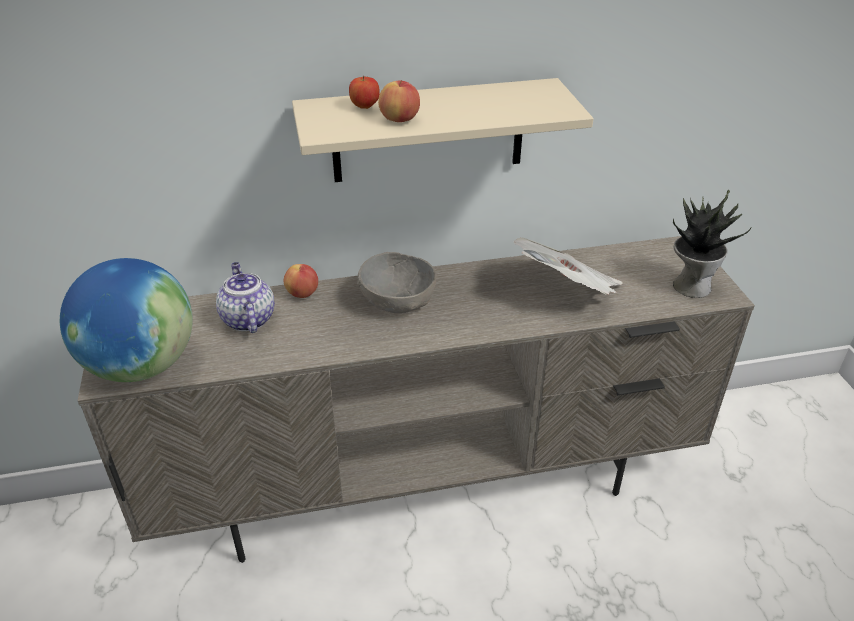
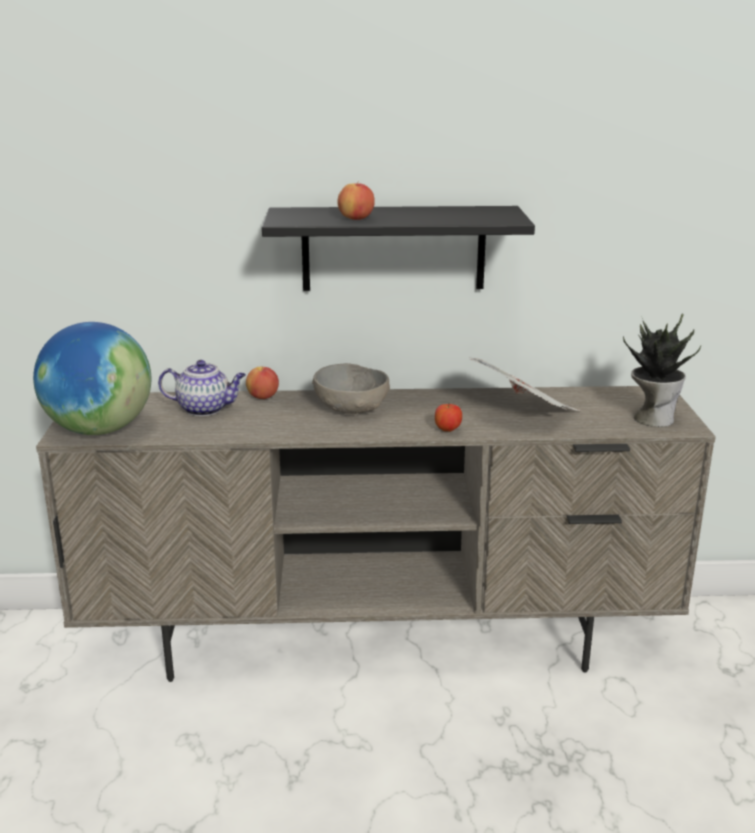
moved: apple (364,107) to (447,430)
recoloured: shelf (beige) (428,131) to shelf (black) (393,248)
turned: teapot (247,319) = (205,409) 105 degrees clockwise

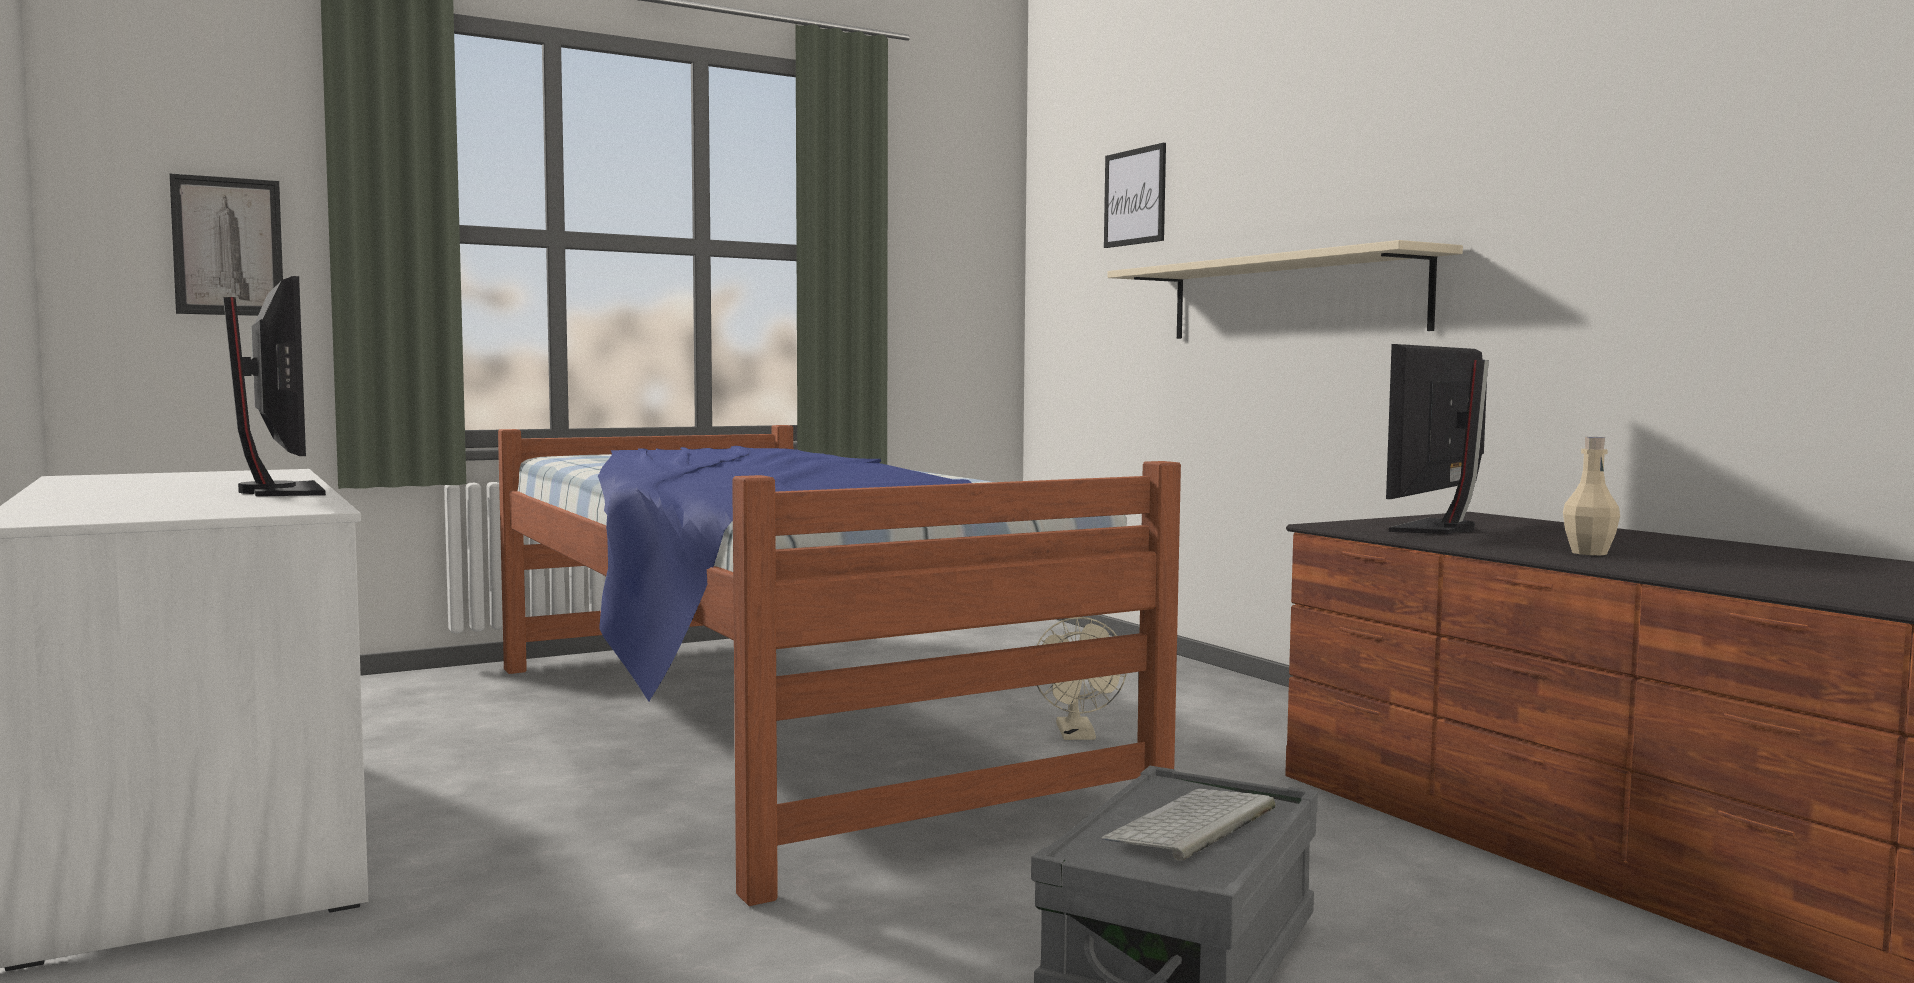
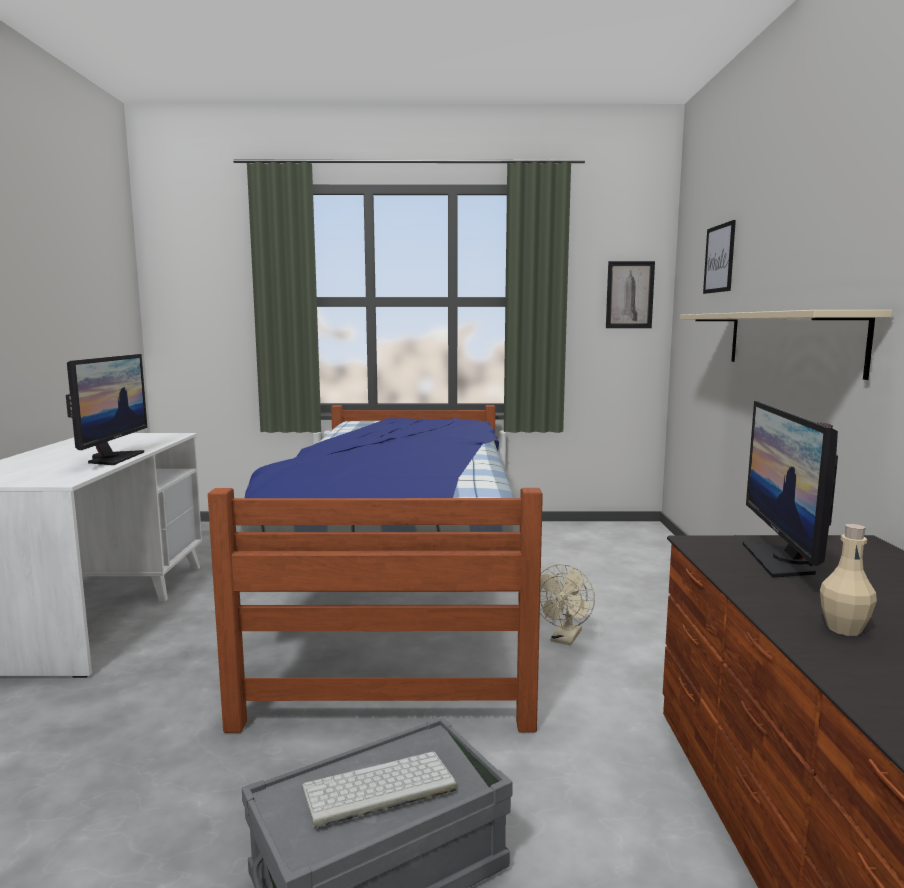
moved: picture (228,246) to (629,295)
turned: monitor (1439,528) = (782,561) 60 degrees counterclockwise

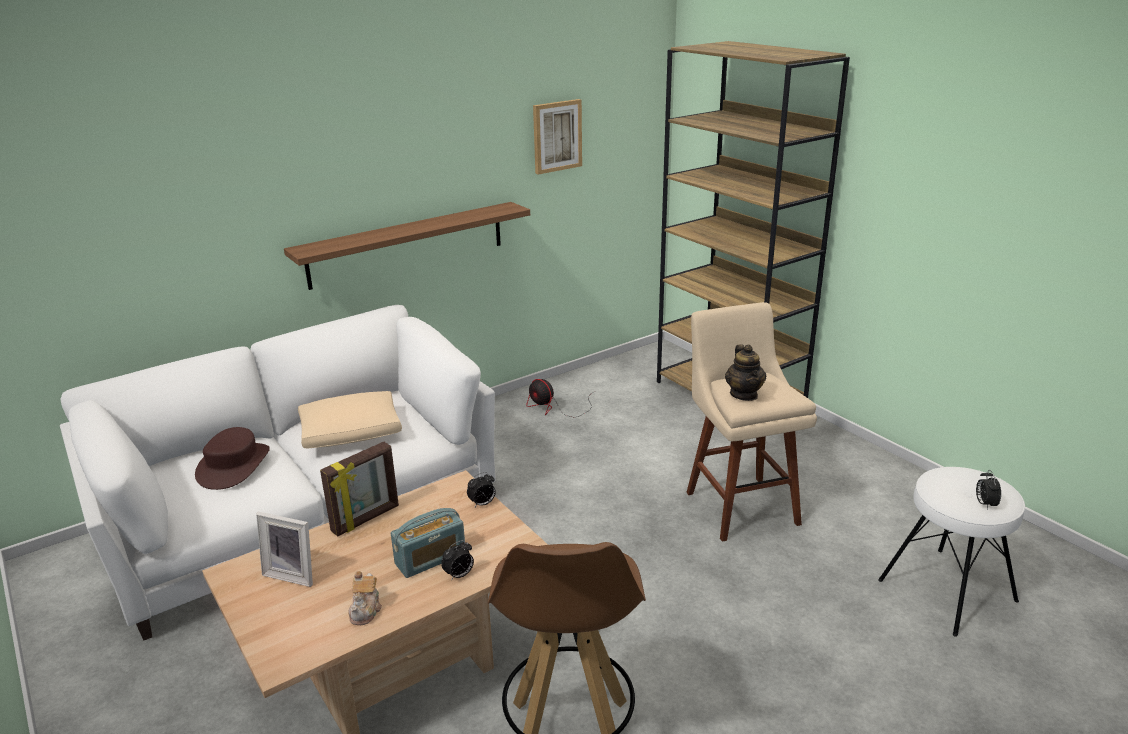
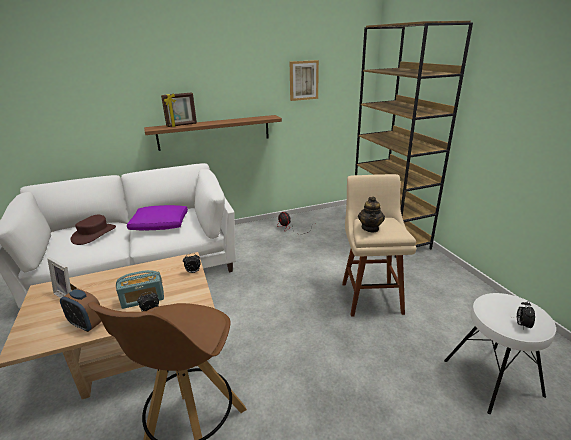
moved: picture frame (366,519) to (182,125)
replaced: teapot (366,610) to alarm clock (87,324)
recoloured: pillow (beige) (352,432) to pillow (purple) (160,225)

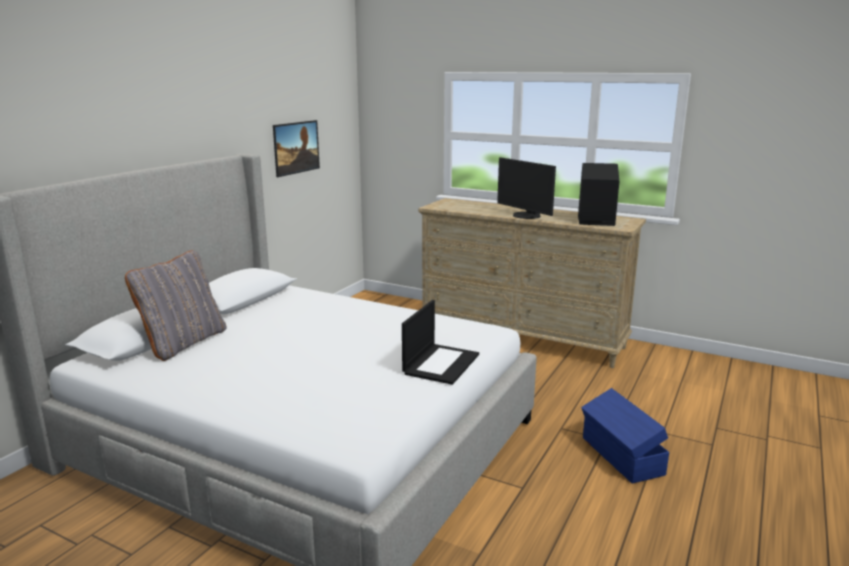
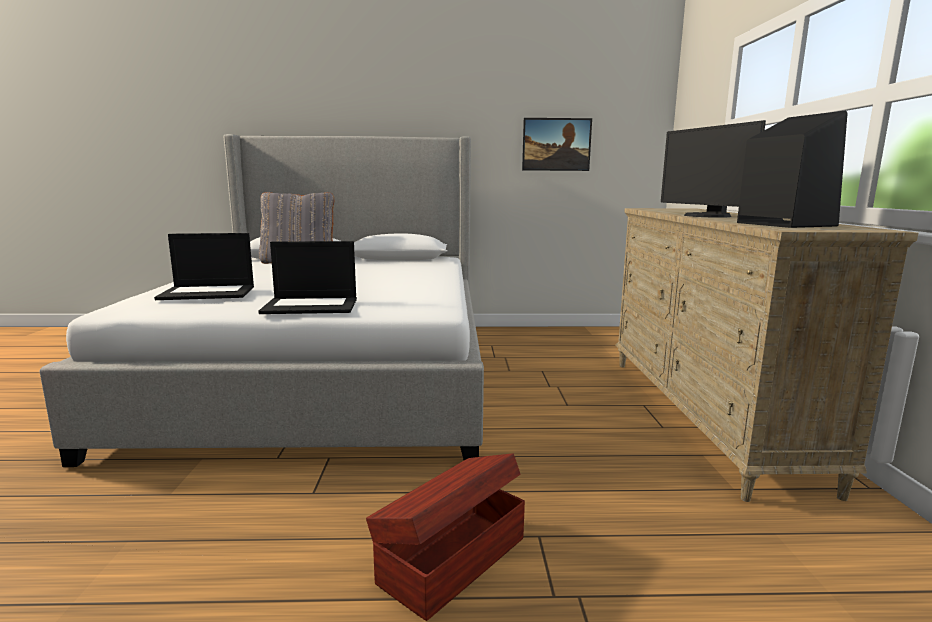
added: laptop (209,292)
recoloured: storage box (blue) (621,456) to storage box (brown) (450,559)
turned: monitor (525,216) = (705,216) 45 degrees counterclockwise

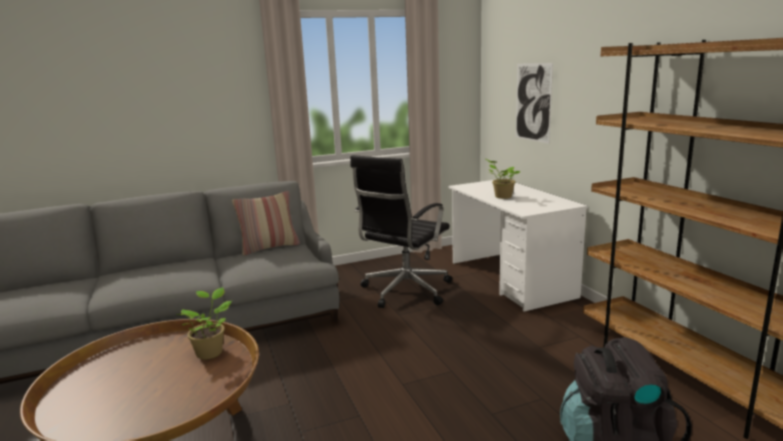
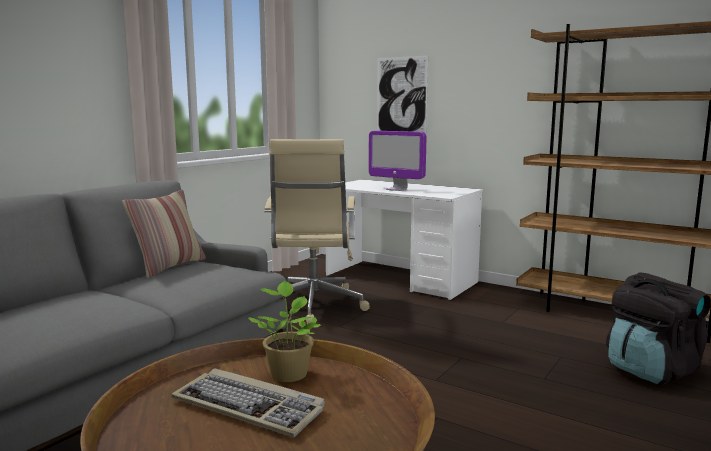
added: keyboard (250,406)
replaced: potted plant (502,196) to monitor (396,189)
recoloured: office chair (black) (404,291) to office chair (beige) (313,306)

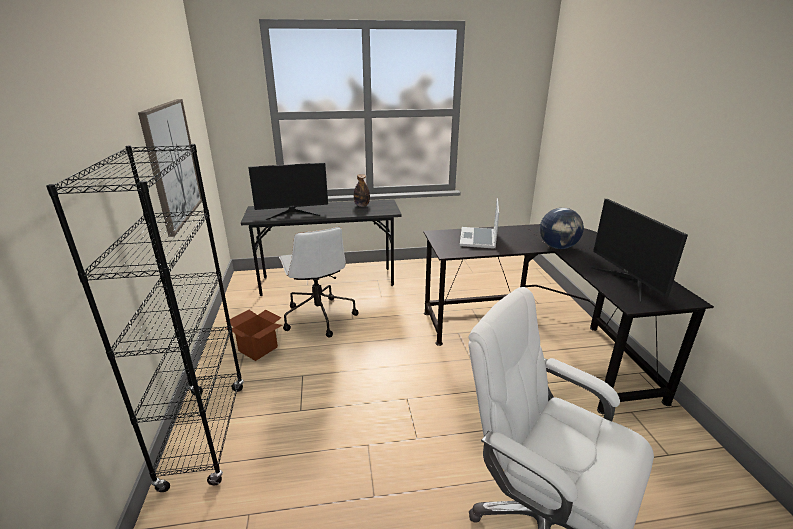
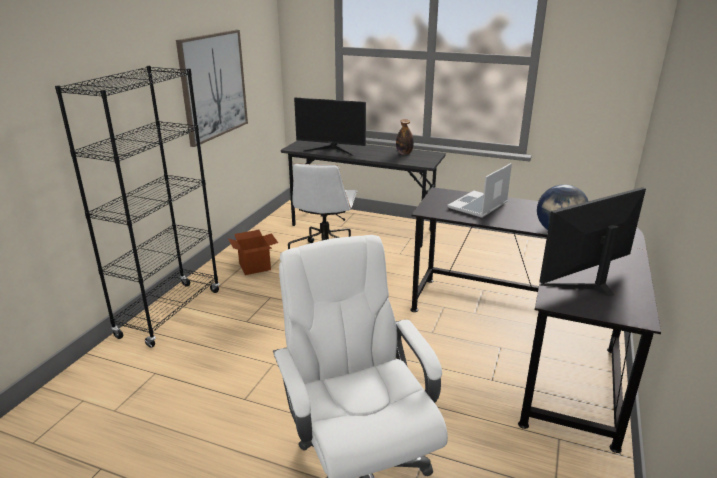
turned: monitor (628,282) = (588,282) 45 degrees clockwise

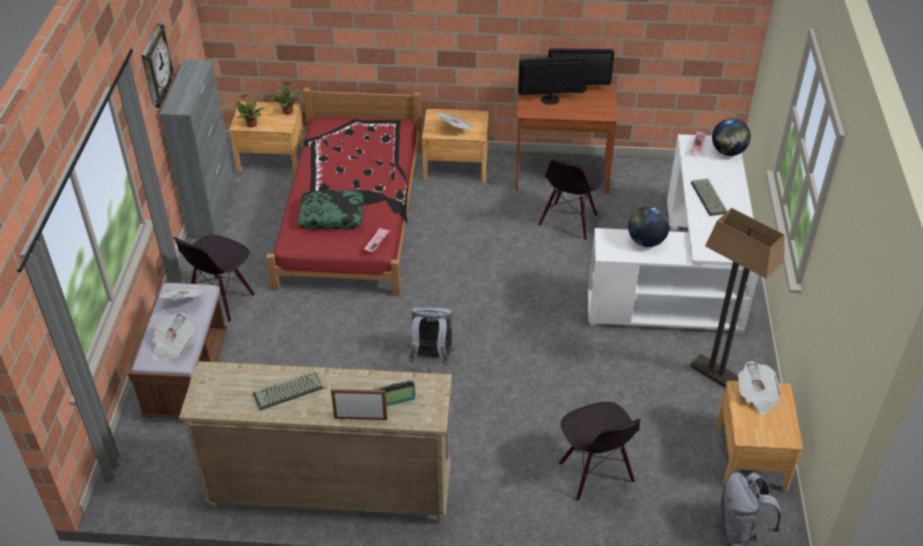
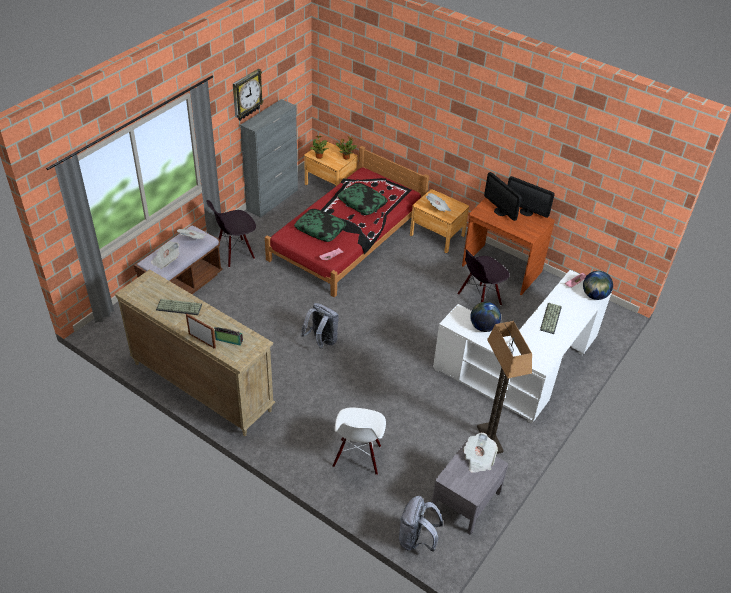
added: pillow (362,203)
recoloured: chair (black) (595,473) to chair (white) (358,457); nightstand (brown) (751,456) to nightstand (grey) (465,501)
turned: monitor (550,99) = (500,212) 150 degrees counterclockwise

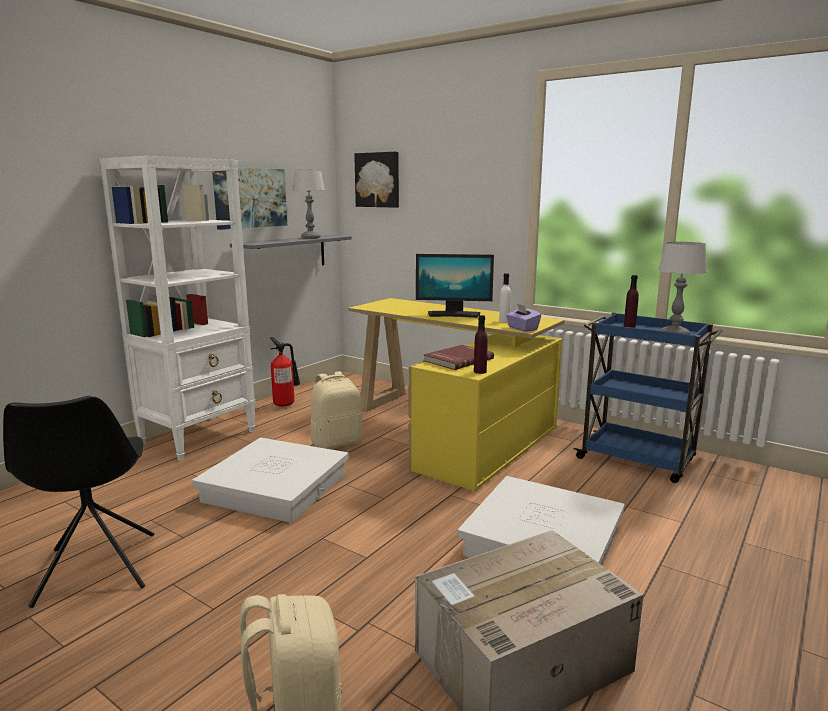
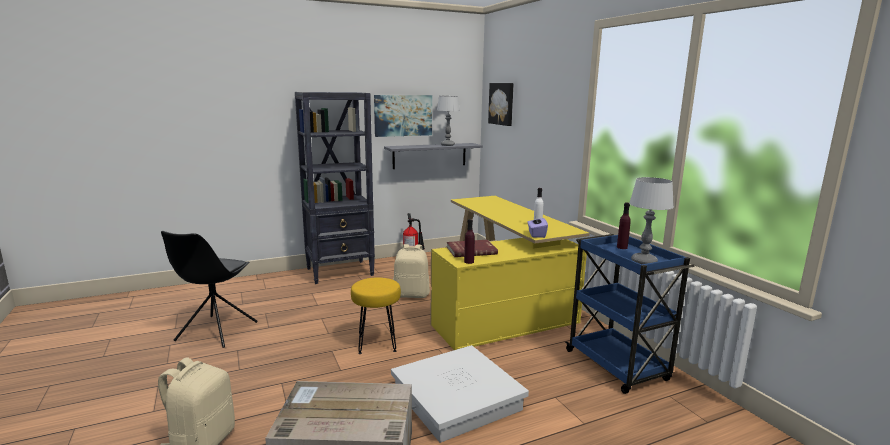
removed: storage box (white) (275,488); monitor (453,314)
added: stool (yellow) (376,343)
recoloured: bookcase (white) (199,437) to bookcase (black) (340,272)

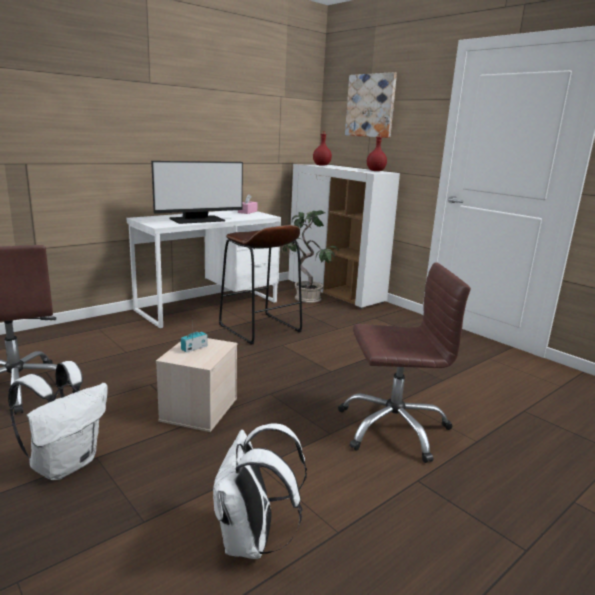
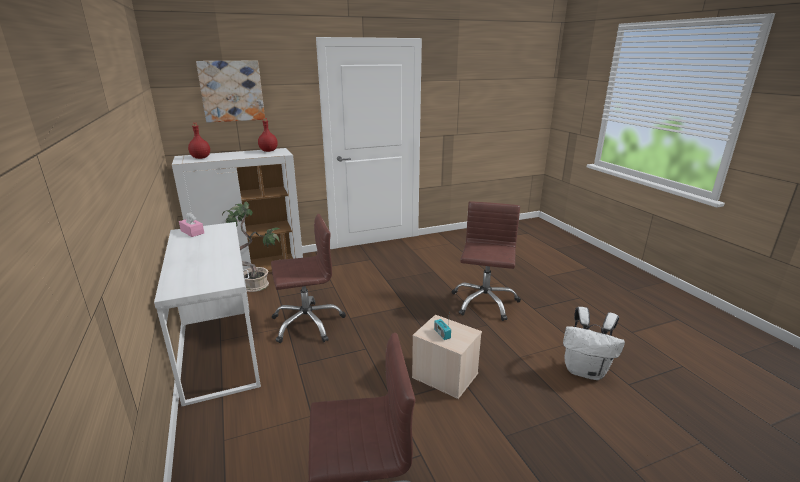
removed: backpack (white) (65,464); monitor (197,220)
replaced: stool (brown) (260,328) to office chair (brown) (307,323)

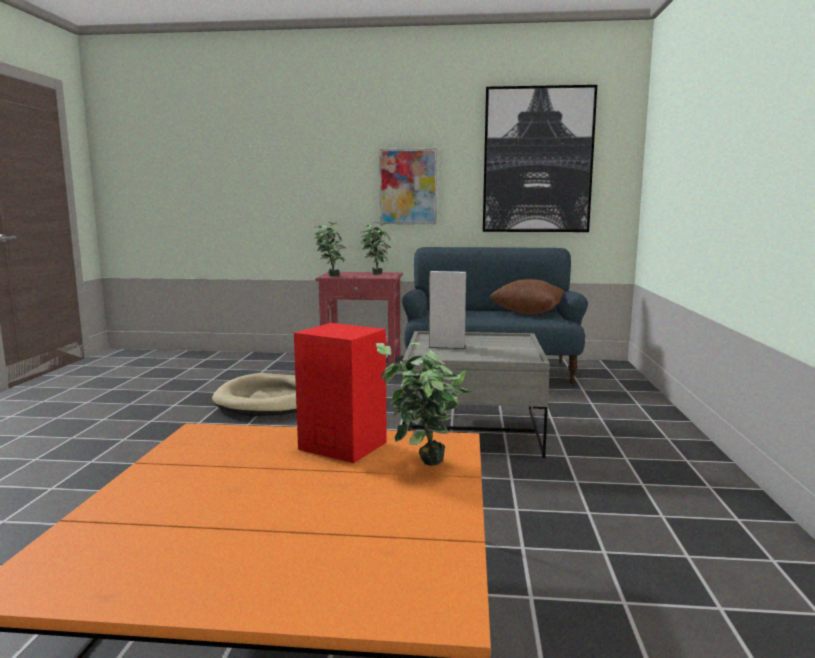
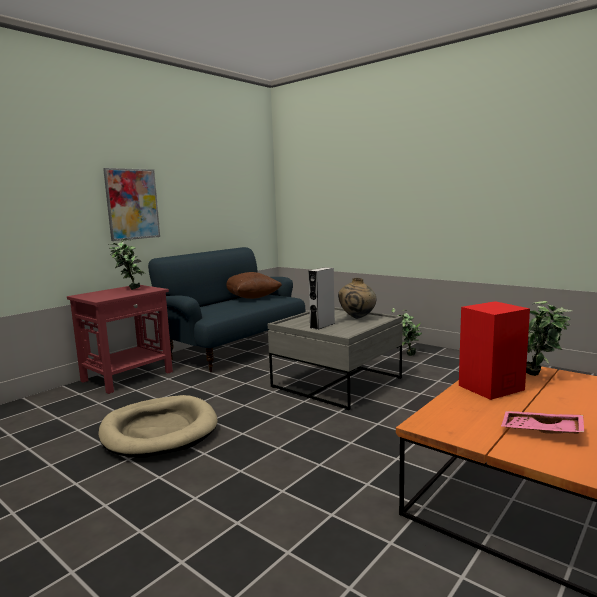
removed: picture (537,160)
added: vase (beige) (357,318); tray (pink) (541,431)
moved: potted plant (330,276) to (405,355)

